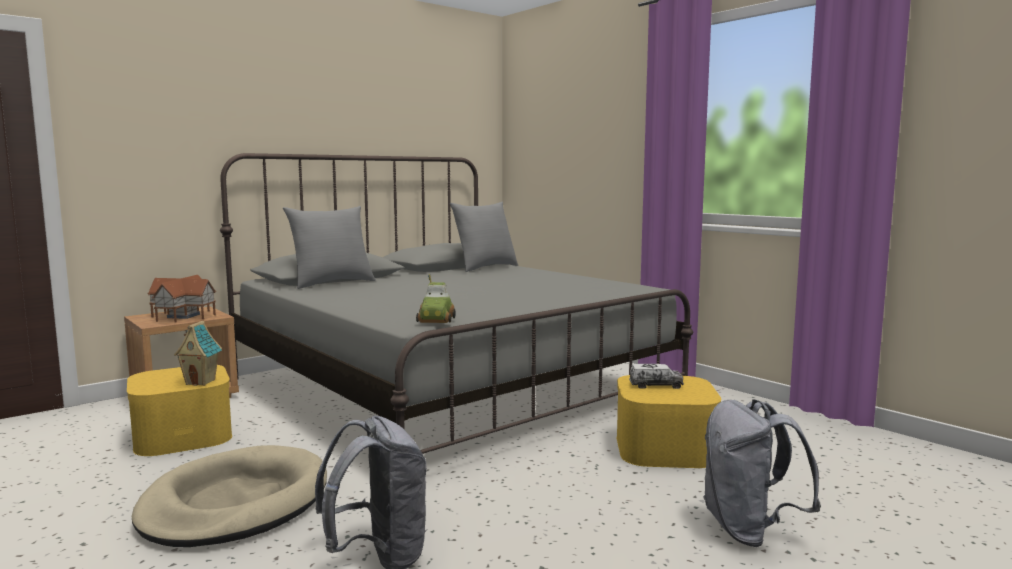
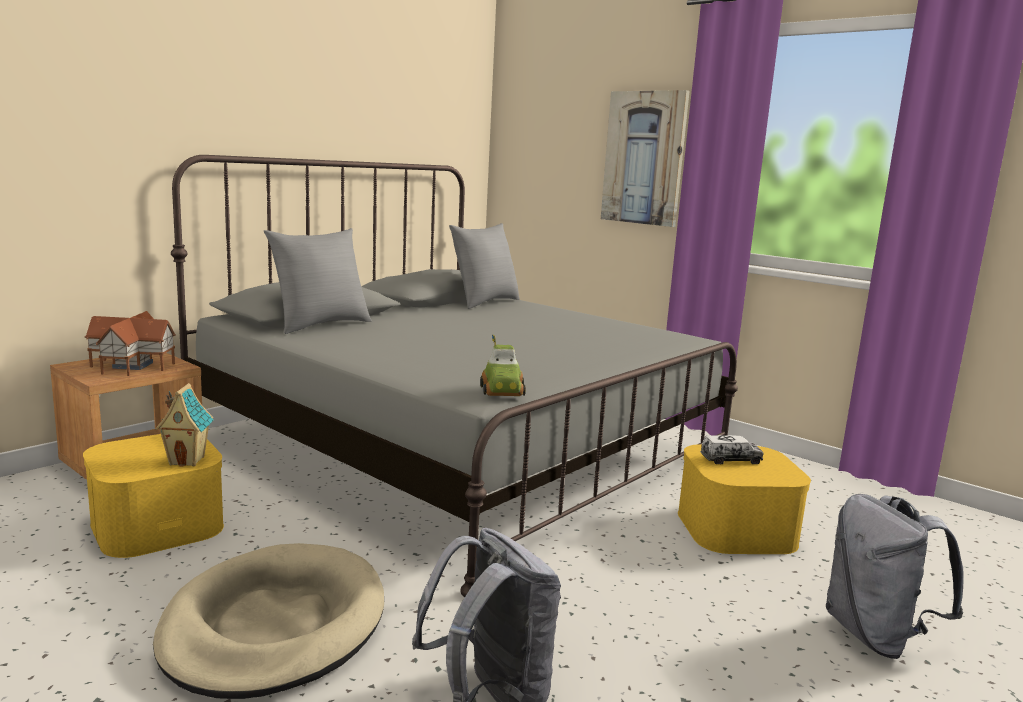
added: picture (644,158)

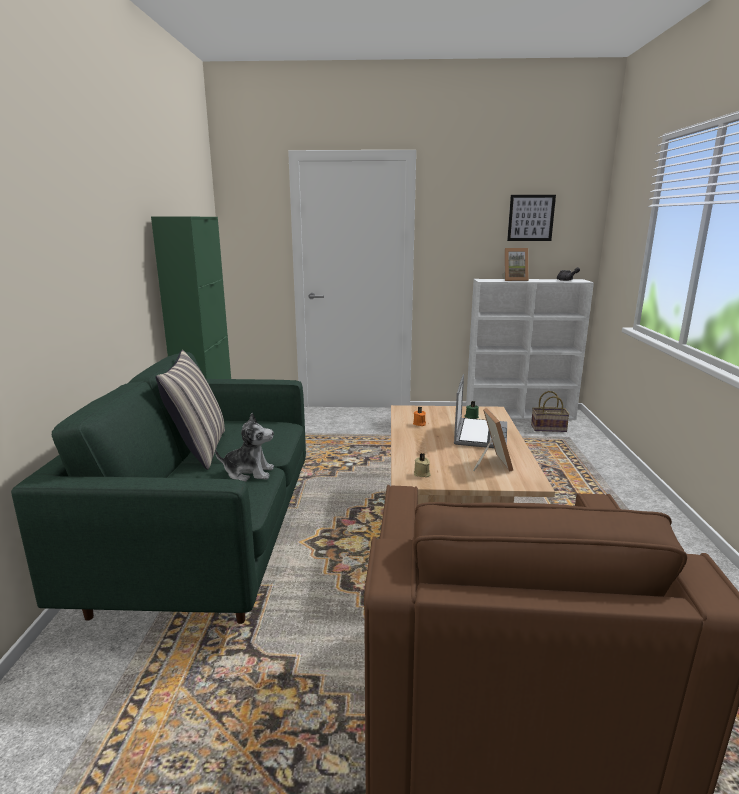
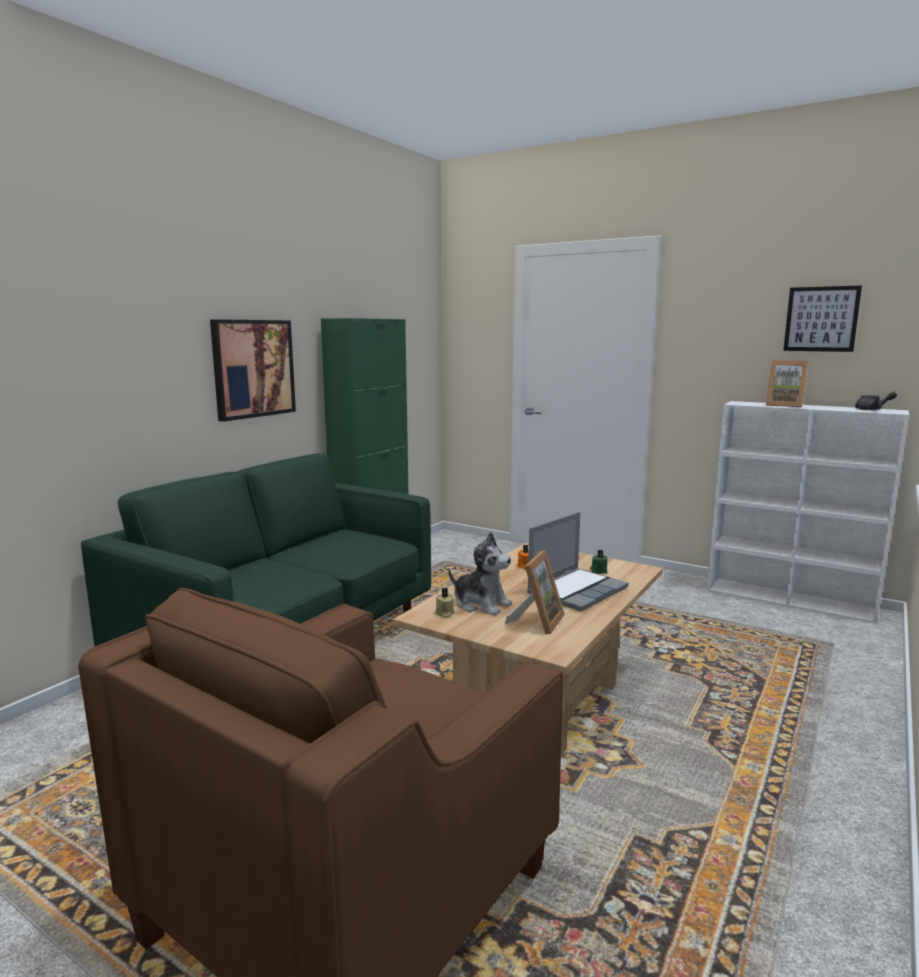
removed: pillow (199,449); basket (549,428)
added: picture (253,368)
moved: plush toy (249,473) to (481,604)

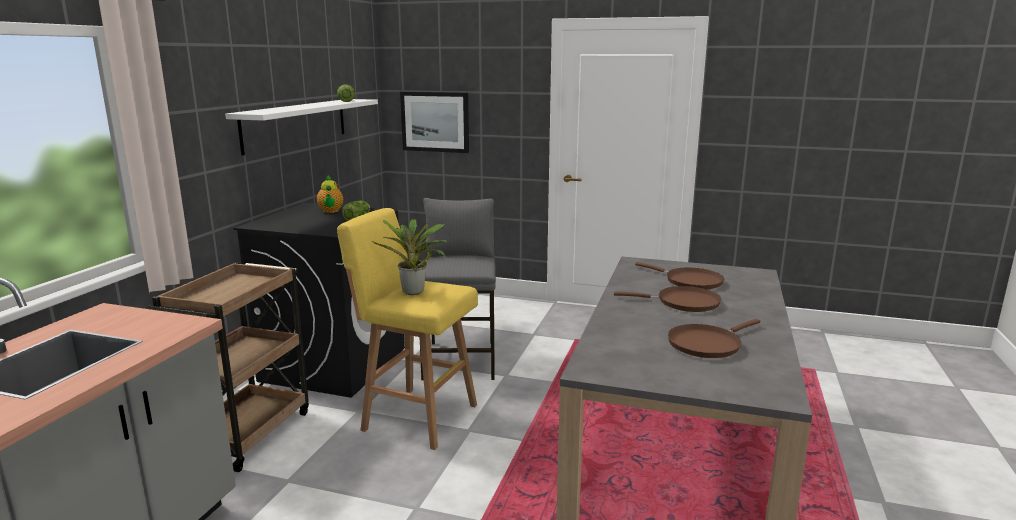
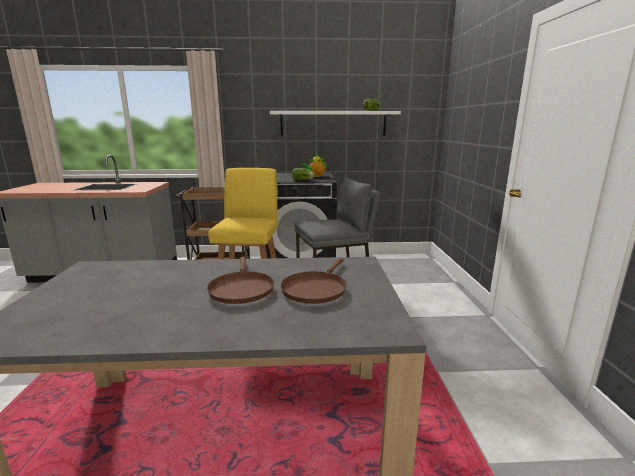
removed: potted plant (414,293); picture (435,122); frying pan (brown) (707,344)

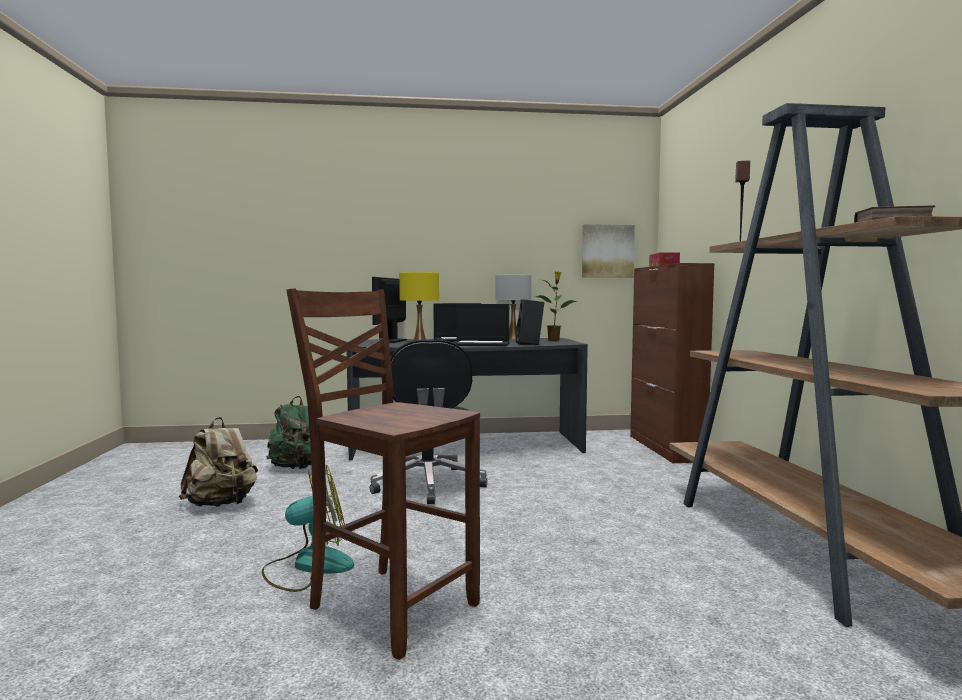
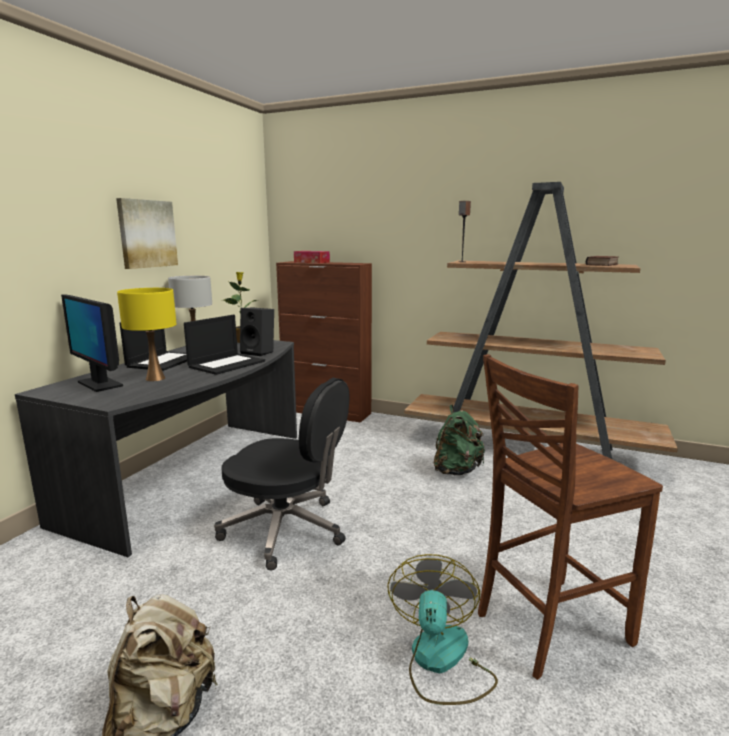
moved: picture (607,251) to (147,234); backpack (green) (296,468) to (456,470)

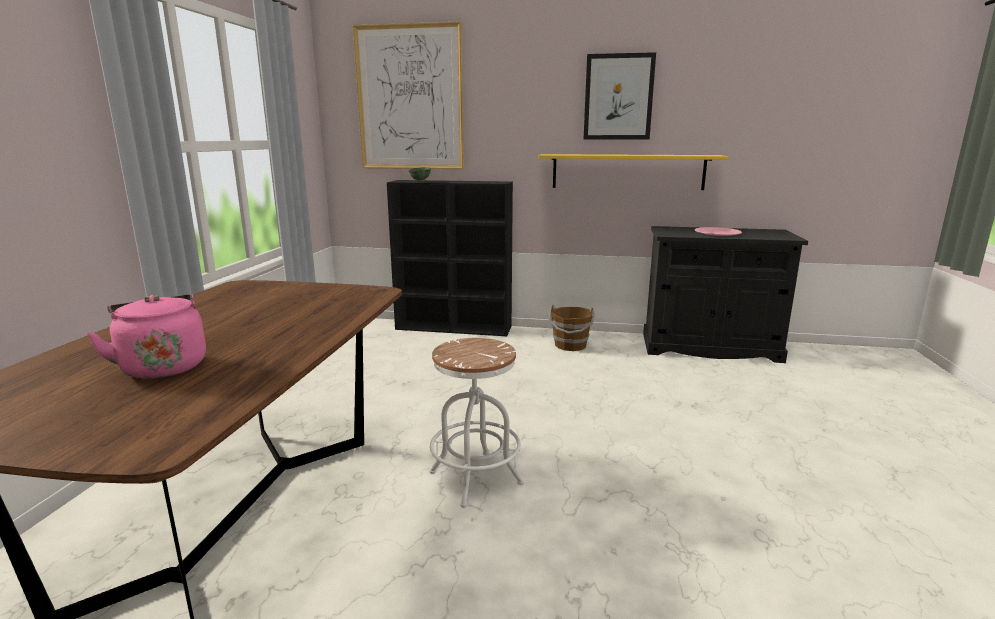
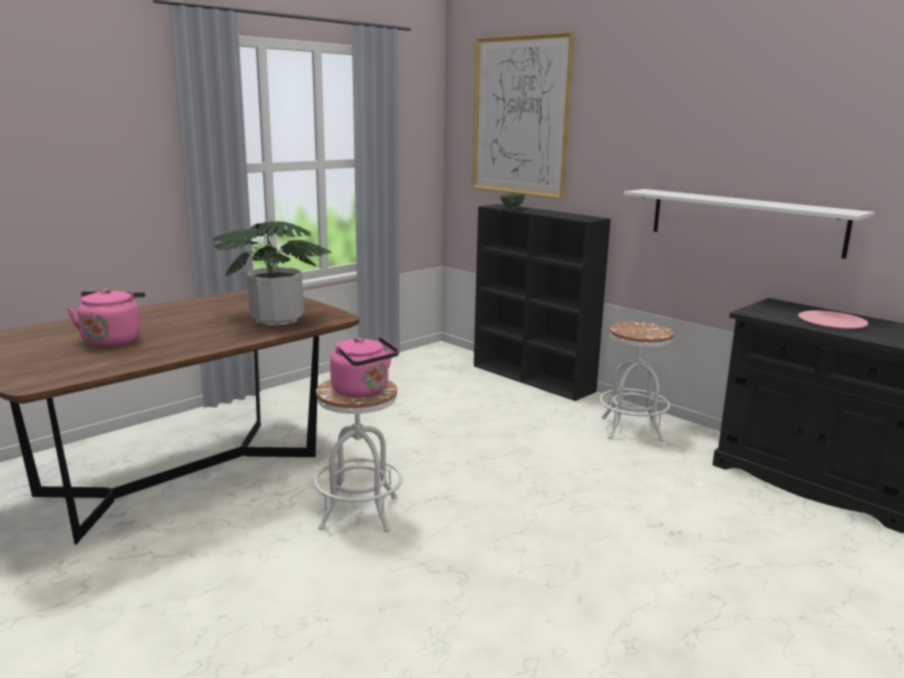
removed: picture (618,97)
added: potted plant (277,319); kettle (pink) (363,392)
replaced: bucket (brown) (570,345) to stool (white) (631,429)
recoloured: shelf (yellow) (627,171) to shelf (white) (744,221)

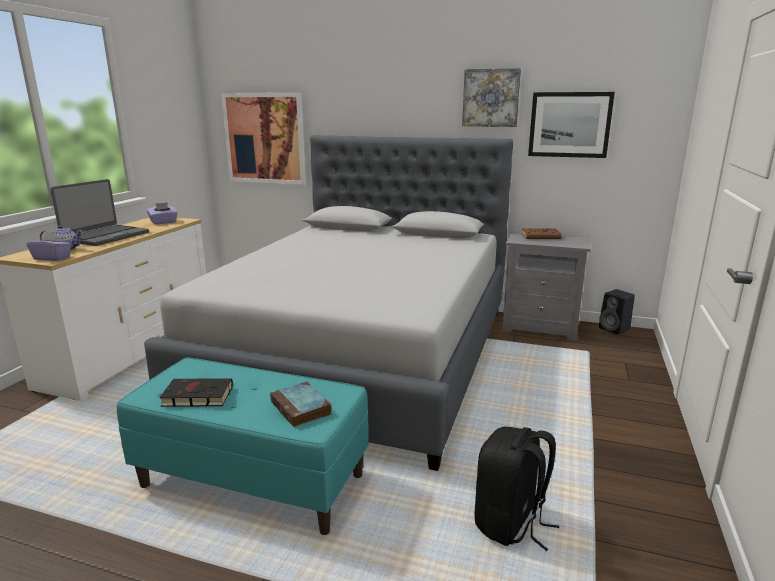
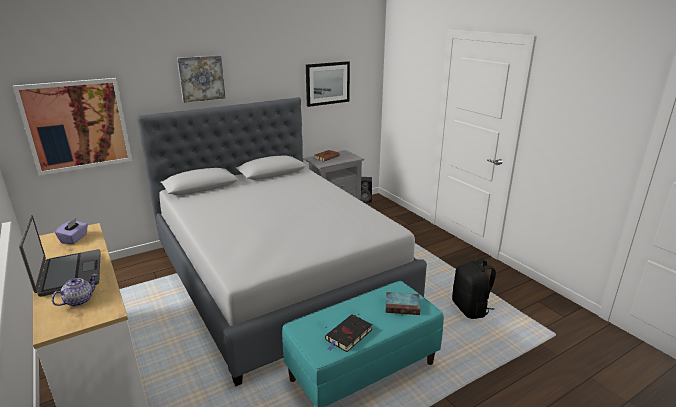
removed: tissue box (purple) (52,258)
moved: picture (491,98) to (201,78)

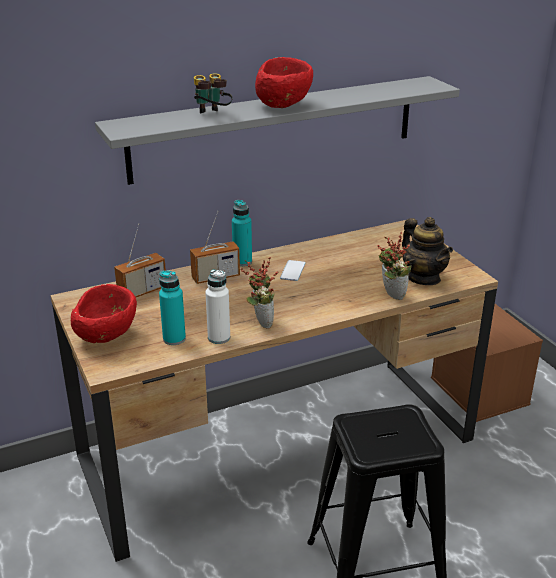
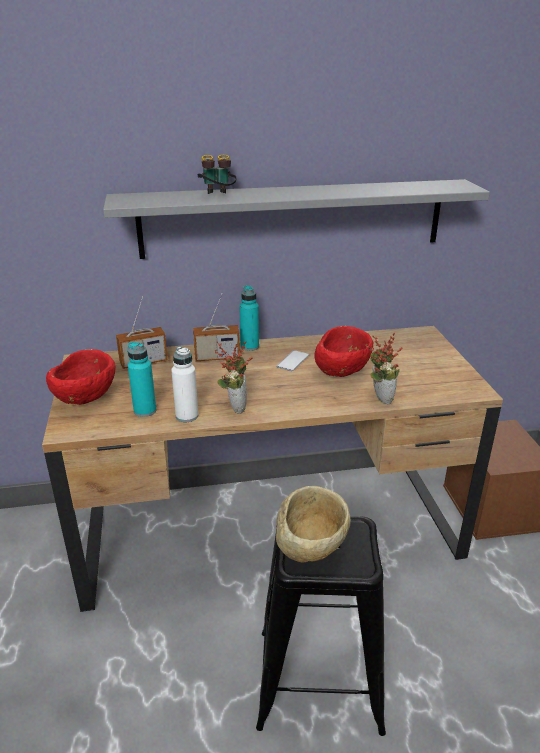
removed: teapot (423,278)
added: bowl (beige) (311,550)
moved: bowl (red) (284,106) to (342,373)

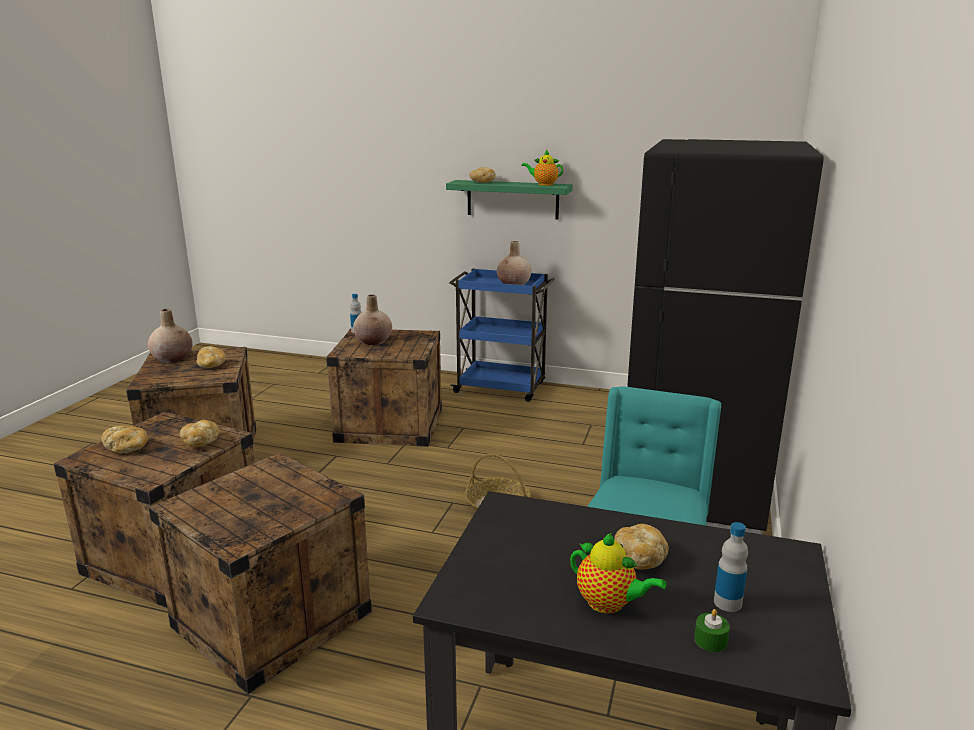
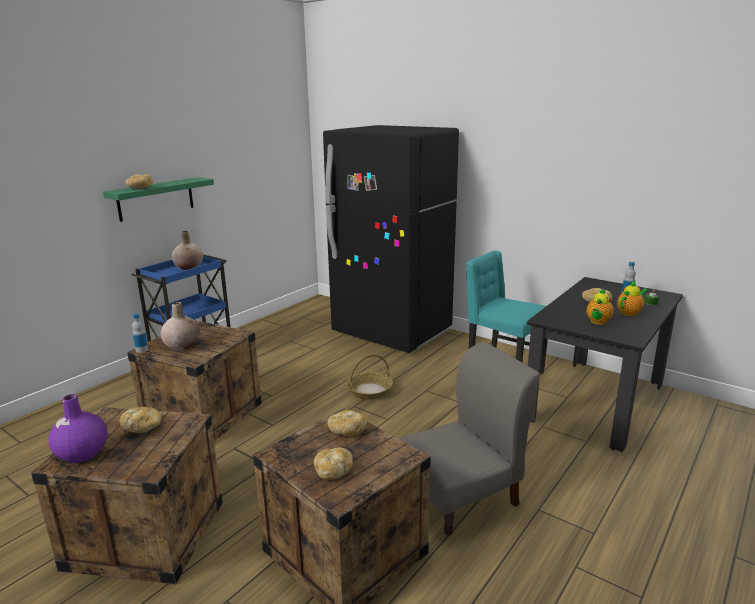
moved: teapot (543,184) to (597,322)
replaced: crate (272,619) to chair (grey) (461,497)
recoloured: vase (beige) (173,358) to vase (purple) (82,453)

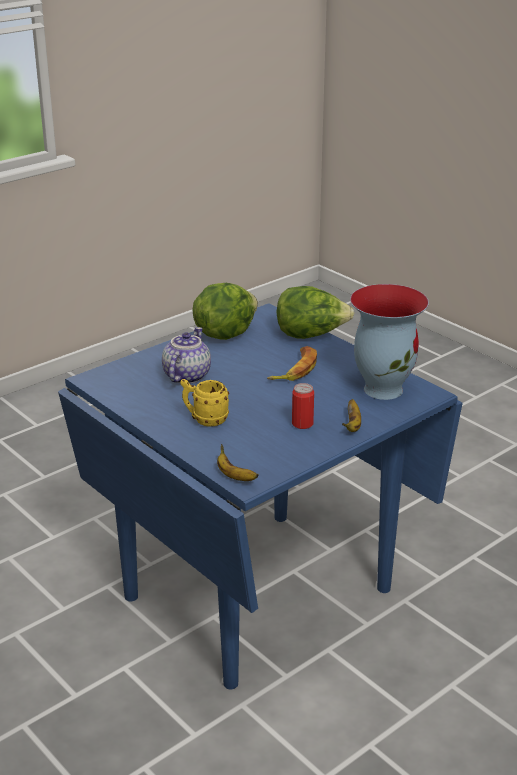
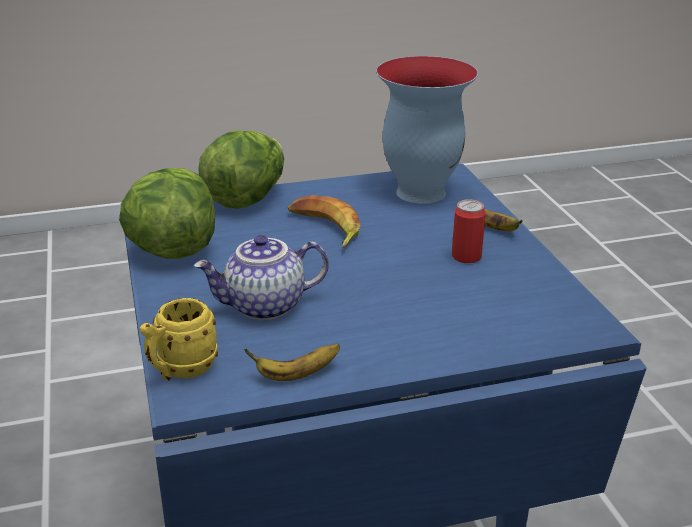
moved: mug (yellow) (205,419) to (180,370); banana (234,476) to (296,375)
turned: teapot (186,376) = (264,307) 60 degrees counterclockwise

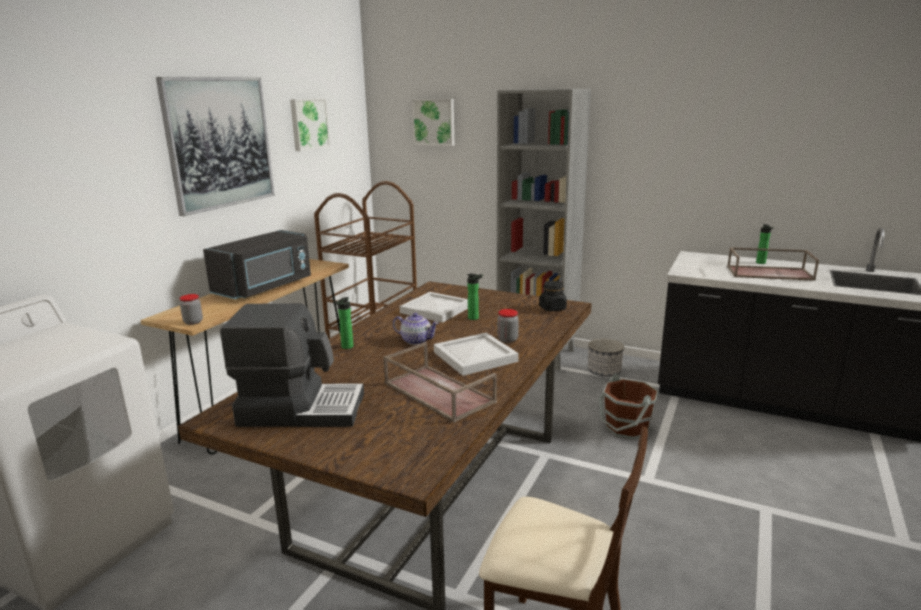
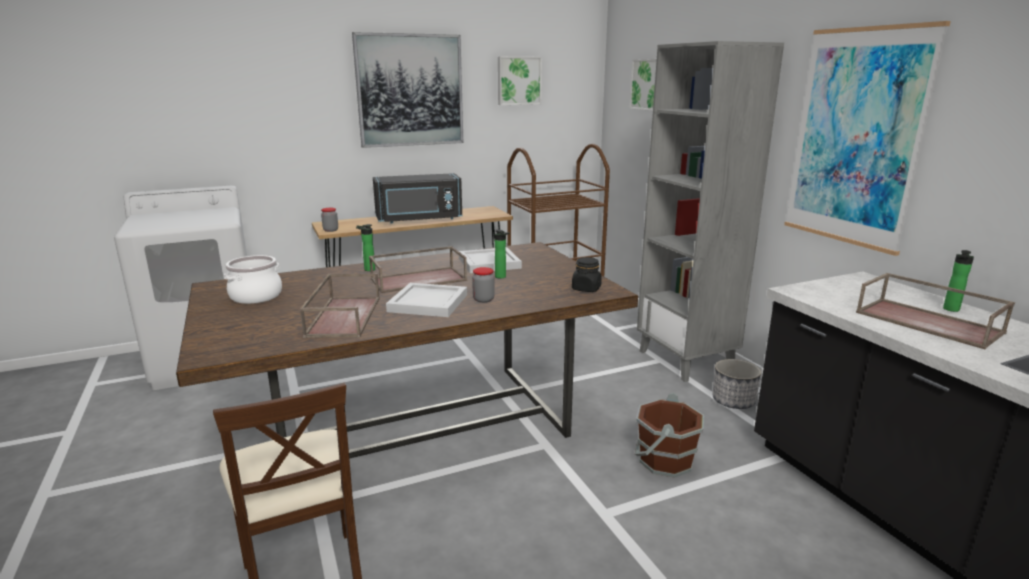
added: picture (856,138)
replaced: coffee machine (301,409) to cooking pot (256,296); teapot (416,340) to tray (brown) (419,279)

